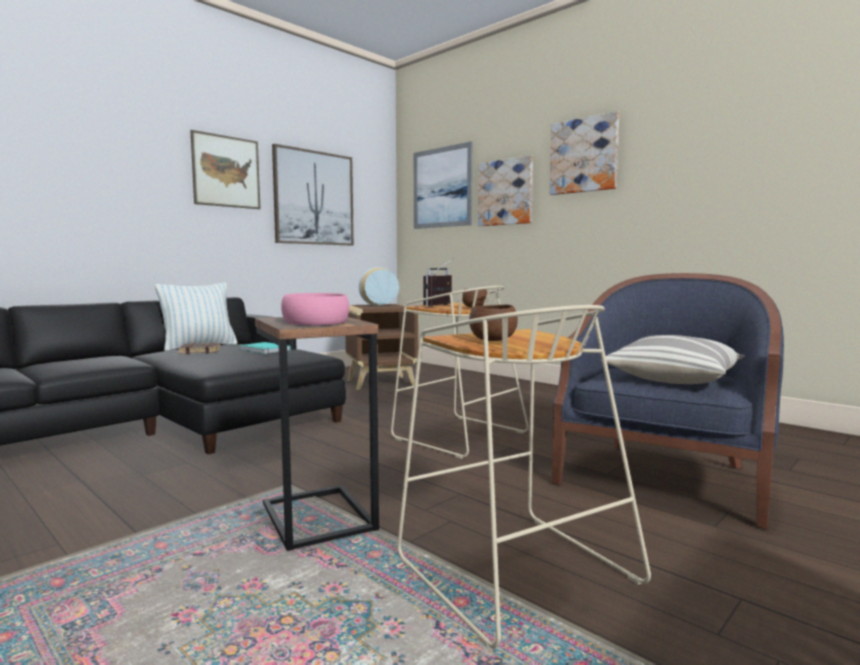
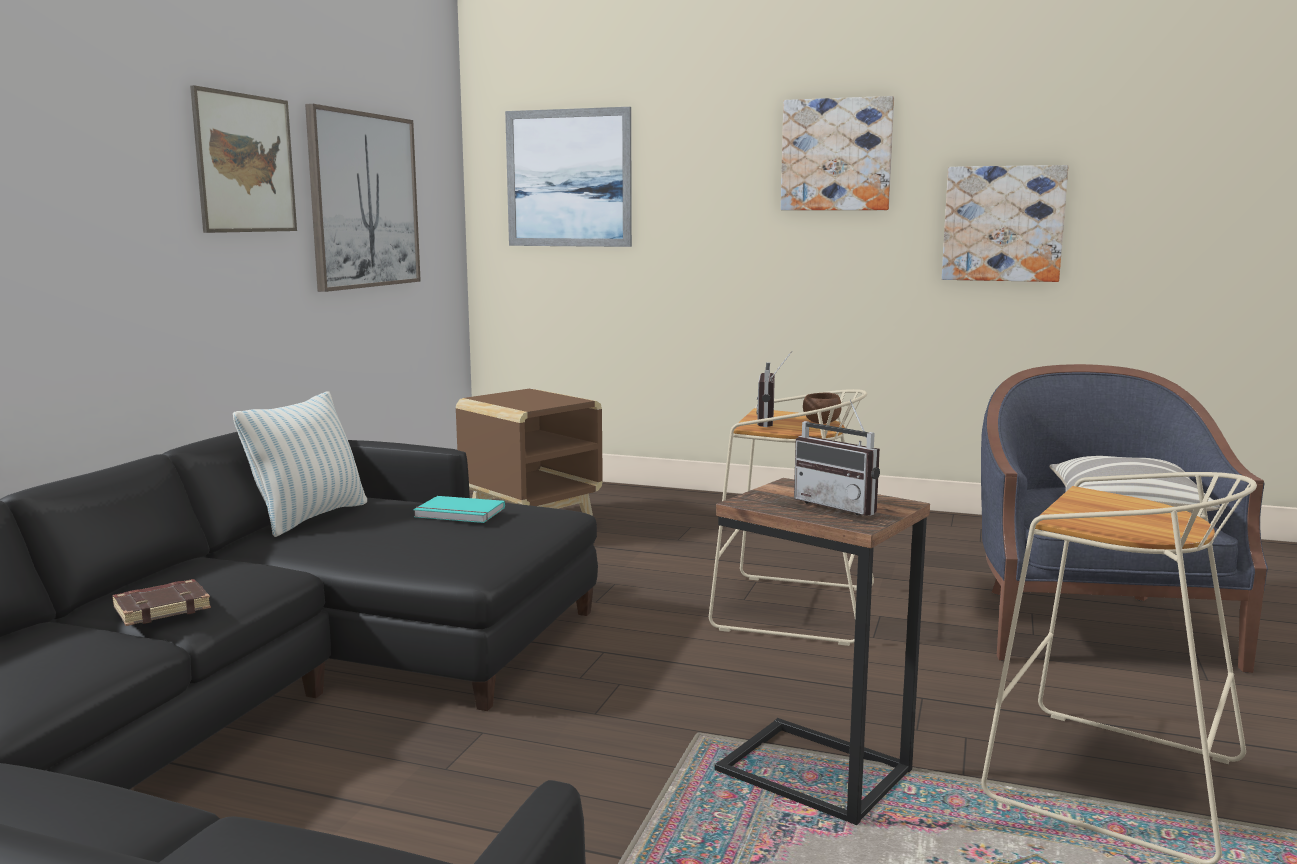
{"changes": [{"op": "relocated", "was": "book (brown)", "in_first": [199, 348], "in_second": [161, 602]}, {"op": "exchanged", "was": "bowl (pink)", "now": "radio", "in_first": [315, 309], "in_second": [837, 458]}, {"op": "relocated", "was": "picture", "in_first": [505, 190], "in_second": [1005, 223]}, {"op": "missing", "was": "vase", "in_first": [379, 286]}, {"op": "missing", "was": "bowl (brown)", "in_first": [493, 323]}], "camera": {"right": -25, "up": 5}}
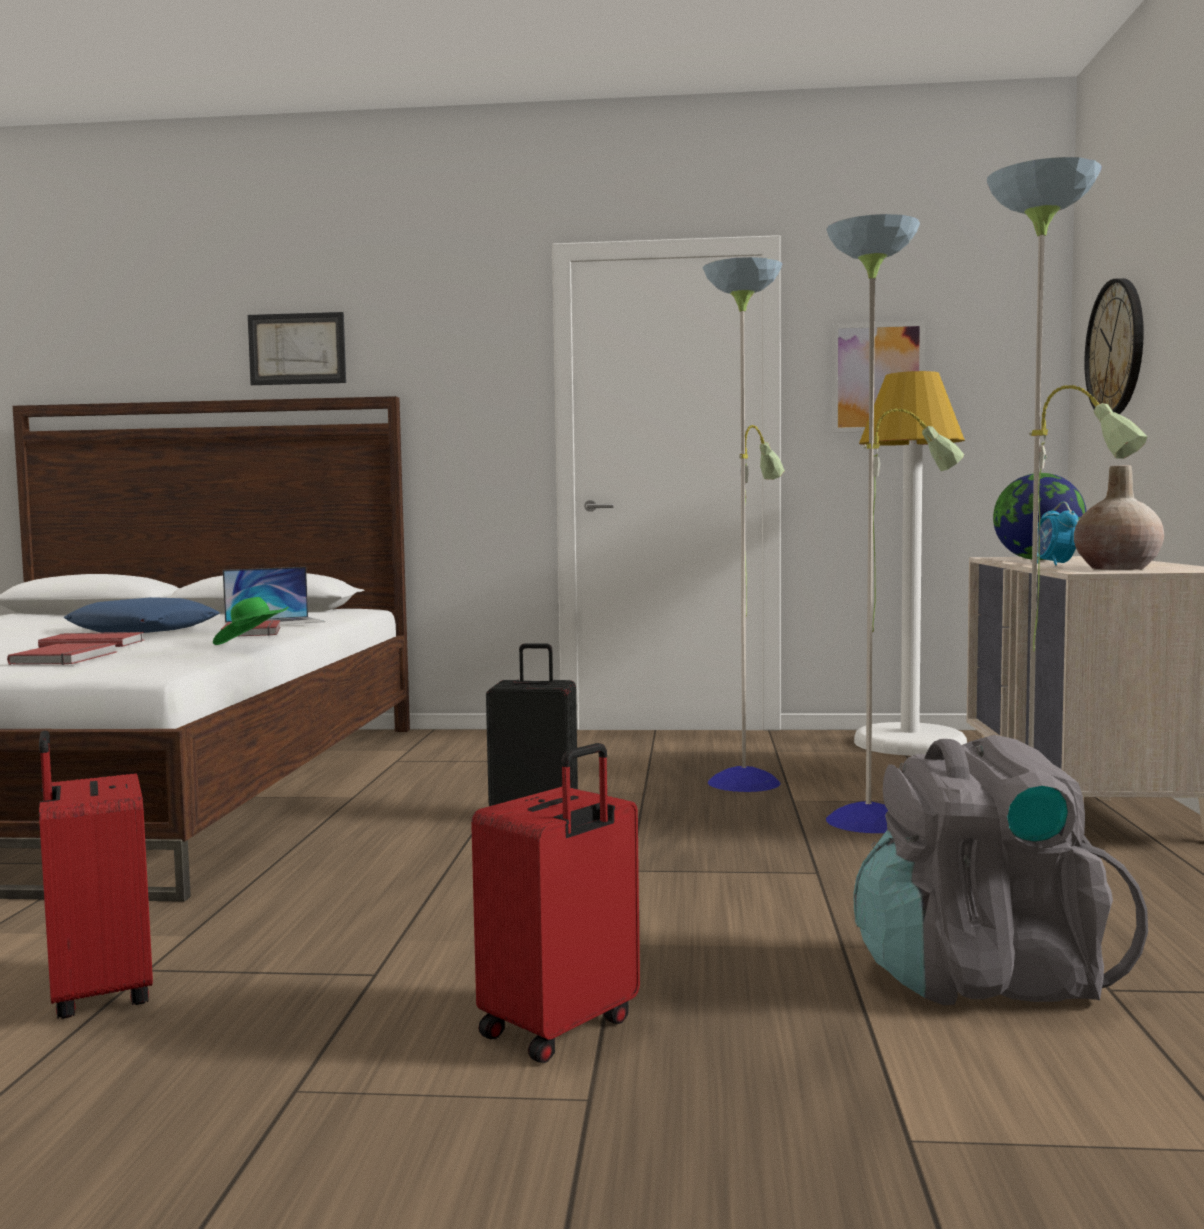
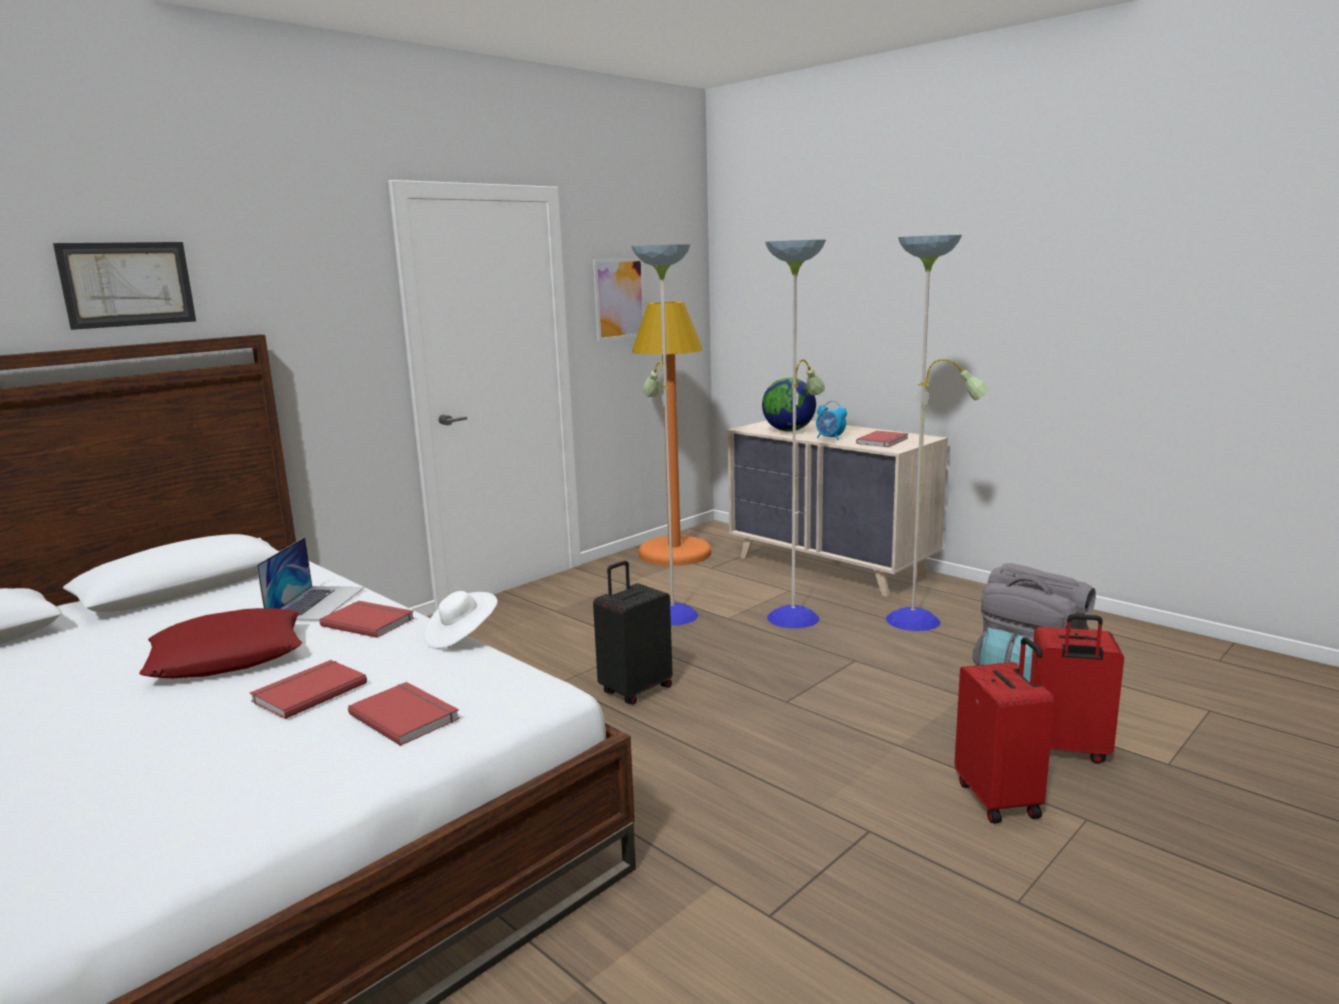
{"changes": [{"op": "colour", "was": "pillow (blue)", "now": "pillow (red)", "in_first": [142, 615], "in_second": [221, 643]}, {"op": "colour", "was": "hat (green)", "now": "hat (white)", "in_first": [251, 621], "in_second": [460, 620]}, {"op": "colour", "was": "floor lamp (white)", "now": "floor lamp (orange)", "in_first": [910, 563], "in_second": [671, 434]}, {"op": "exchanged", "was": "vase (beige)", "now": "book (red)", "in_first": [1119, 517], "in_second": [882, 439]}, {"op": "relocated", "was": "suitcase (red)", "in_first": [96, 875], "in_second": [1077, 689]}, {"op": "missing", "was": "wall clock", "in_first": [1114, 346]}], "camera": {"right": -50, "up": 10}}
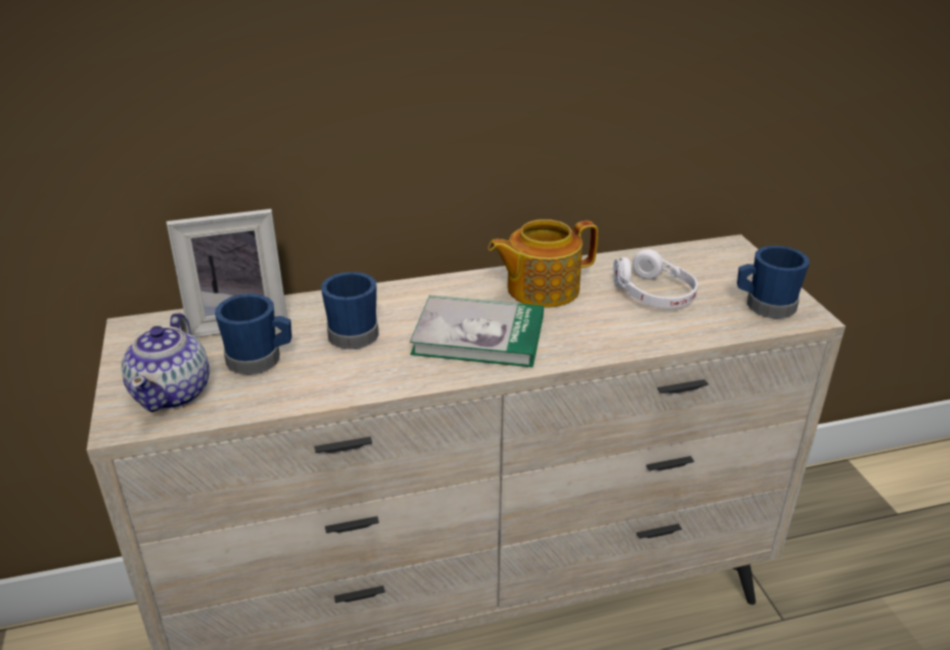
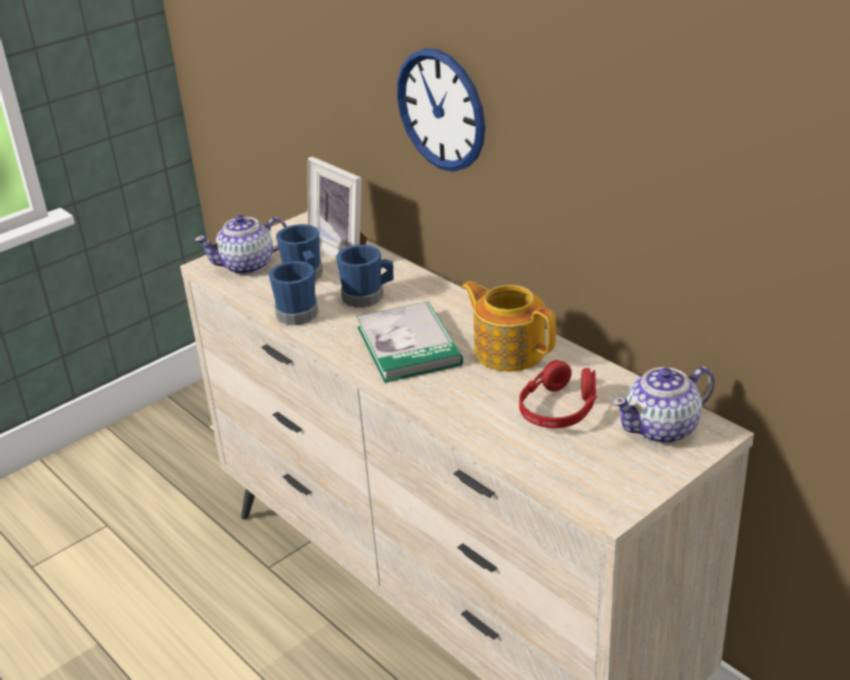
{"changes": [{"op": "relocated", "was": "mug (blue)", "in_first": [773, 282], "in_second": [294, 293]}, {"op": "appeared", "now": "wall clock", "in_second": [441, 110]}, {"op": "colour", "was": "headphones (white)", "now": "headphones (red)", "in_first": [655, 278], "in_second": [558, 394]}, {"op": "appeared", "now": "teapot", "in_second": [663, 405]}], "camera": {"right": 65, "up": 0}}
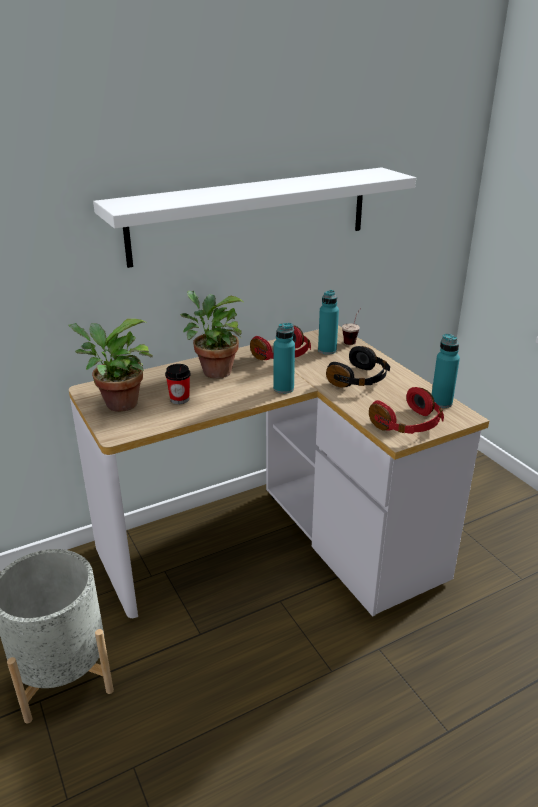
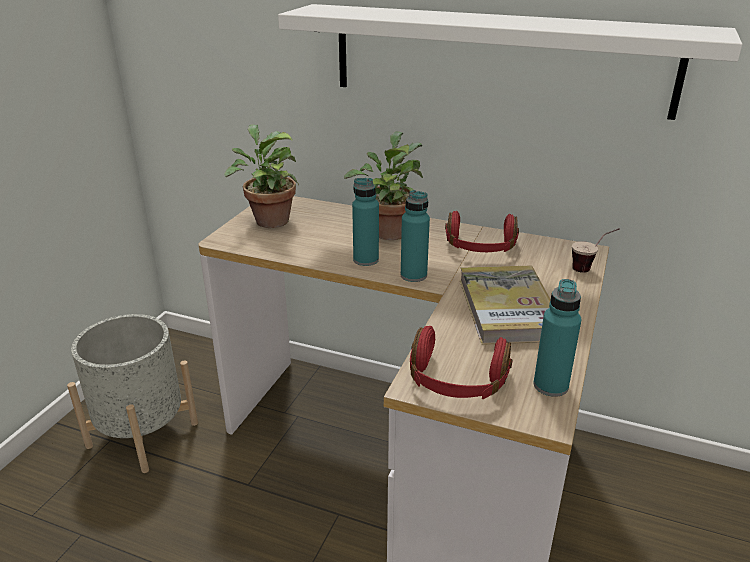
{"changes": [{"op": "relocated", "was": "bottle (turquoise)", "in_first": [328, 322], "in_second": [365, 222]}, {"op": "exchanged", "was": "headphones (black)", "now": "book", "in_first": [358, 367], "in_second": [505, 305]}, {"op": "missing", "was": "cup", "in_first": [178, 384]}], "camera": {"right": 50, "up": 0}}
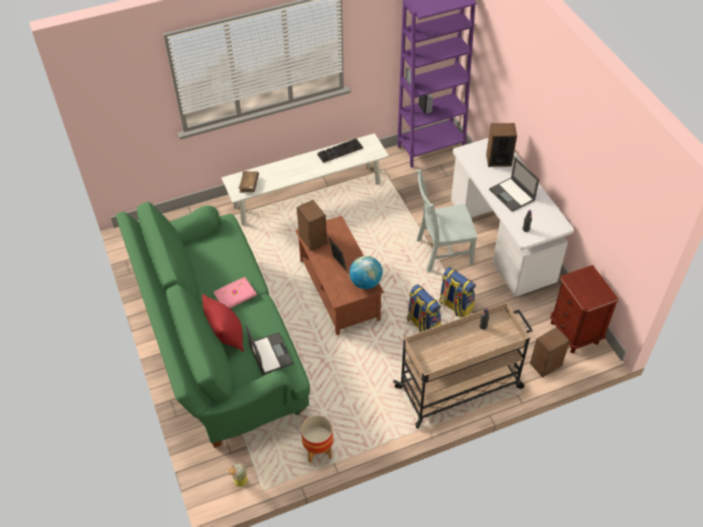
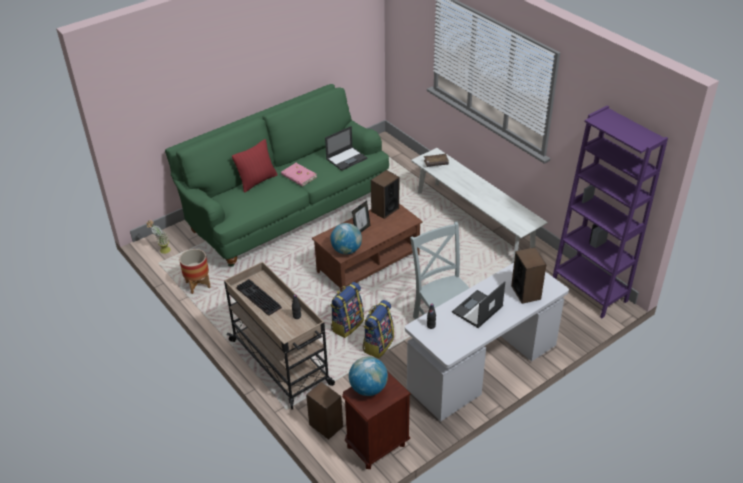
{"changes": [{"op": "relocated", "was": "keyboard", "in_first": [340, 151], "in_second": [259, 297]}, {"op": "relocated", "was": "laptop", "in_first": [270, 350], "in_second": [346, 148]}, {"op": "appeared", "now": "globe", "in_second": [368, 376]}], "camera": {"right": 75, "up": -10}}
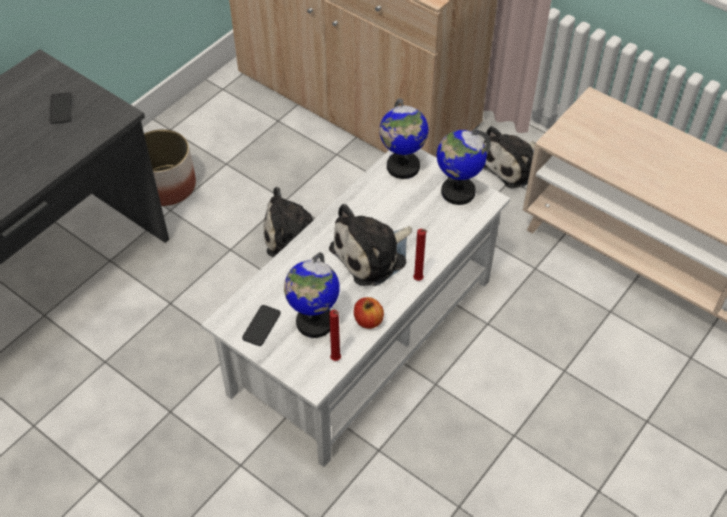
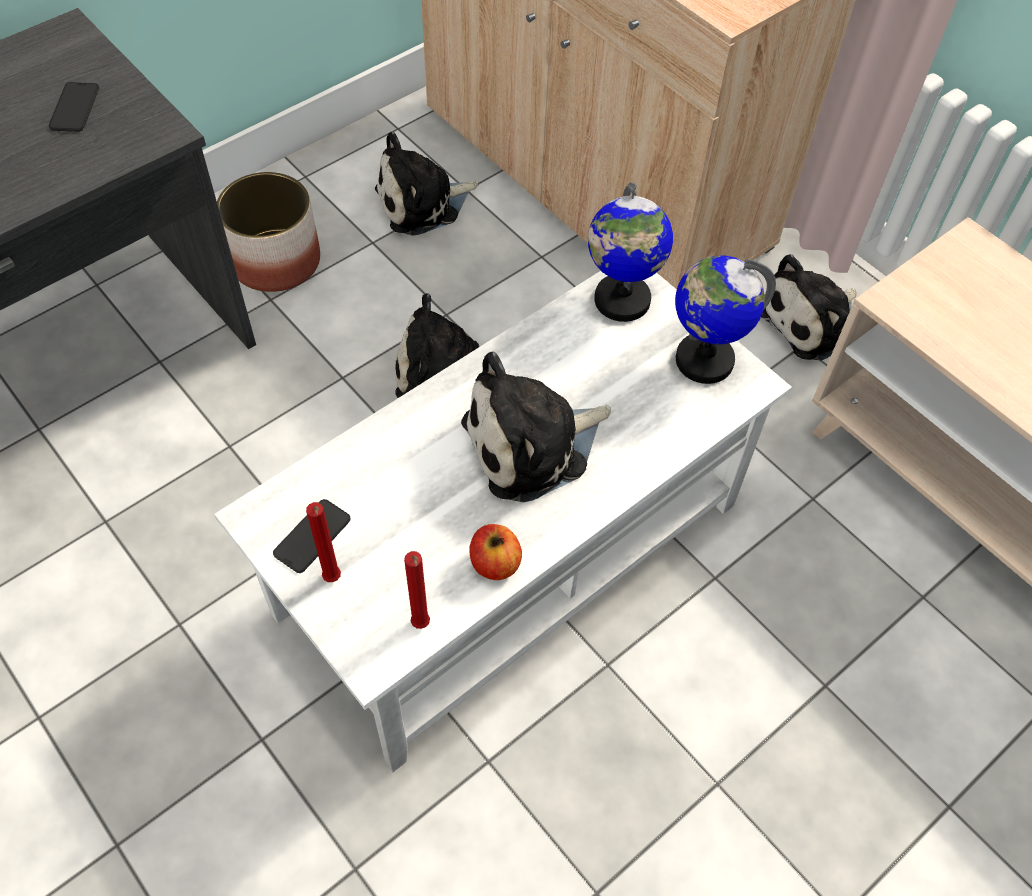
{"changes": [{"op": "relocated", "was": "candle (red)", "in_first": [420, 255], "in_second": [323, 542]}, {"op": "appeared", "now": "plush toy", "in_second": [426, 184]}, {"op": "missing", "was": "globe", "in_first": [311, 295]}], "camera": {"right": 10, "up": 5}}
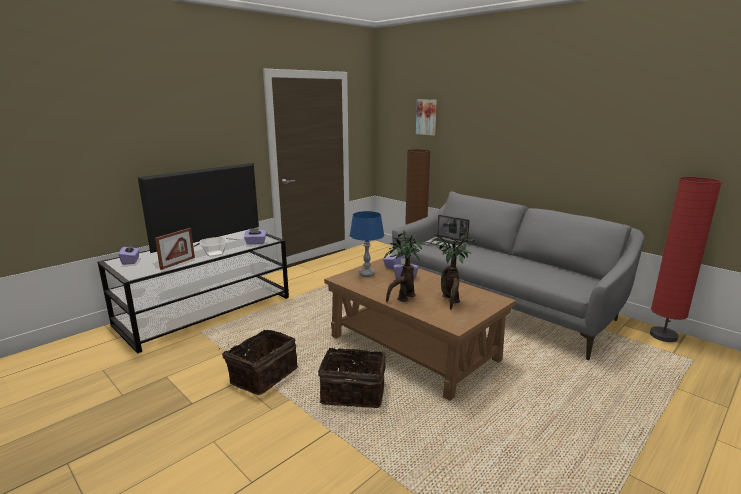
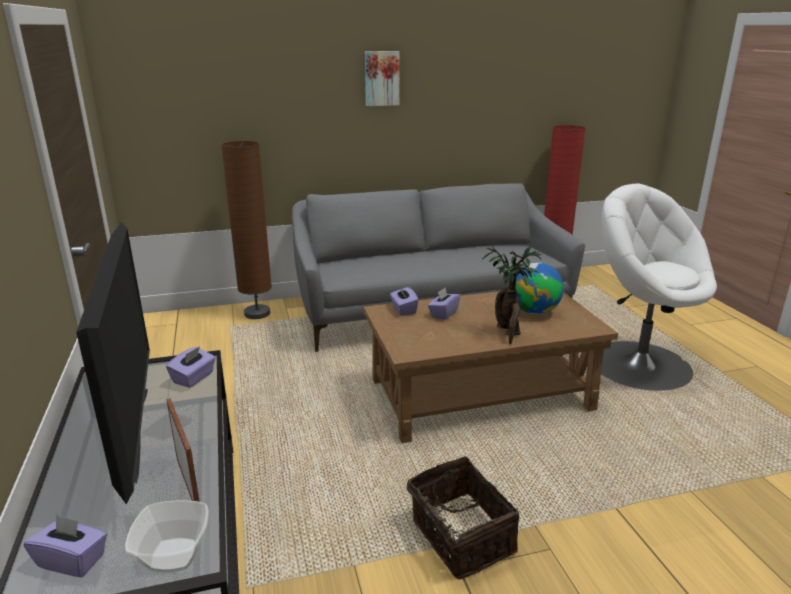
{"changes": [{"op": "relocated", "was": "bowl", "in_first": [213, 247], "in_second": [167, 536]}, {"op": "relocated", "was": "picture", "in_first": [426, 118], "in_second": [382, 78]}, {"op": "exchanged", "was": "potted plant", "now": "globe", "in_first": [453, 271], "in_second": [539, 288]}, {"op": "appeared", "now": "armchair (white)", "in_second": [659, 287]}, {"op": "missing", "was": "basket", "in_first": [352, 375]}, {"op": "missing", "was": "table lamp (blue)", "in_first": [367, 244]}, {"op": "missing", "was": "laptop", "in_first": [448, 232]}], "camera": {"right": -60, "up": 5}}
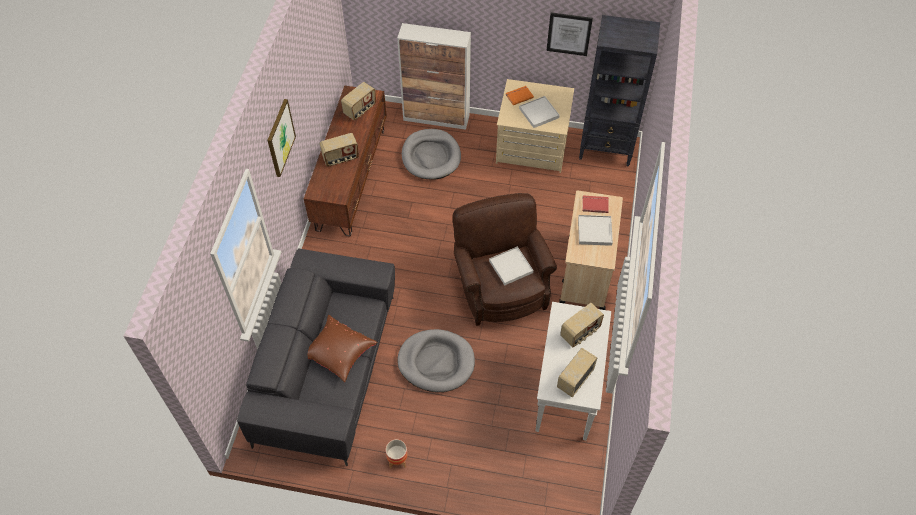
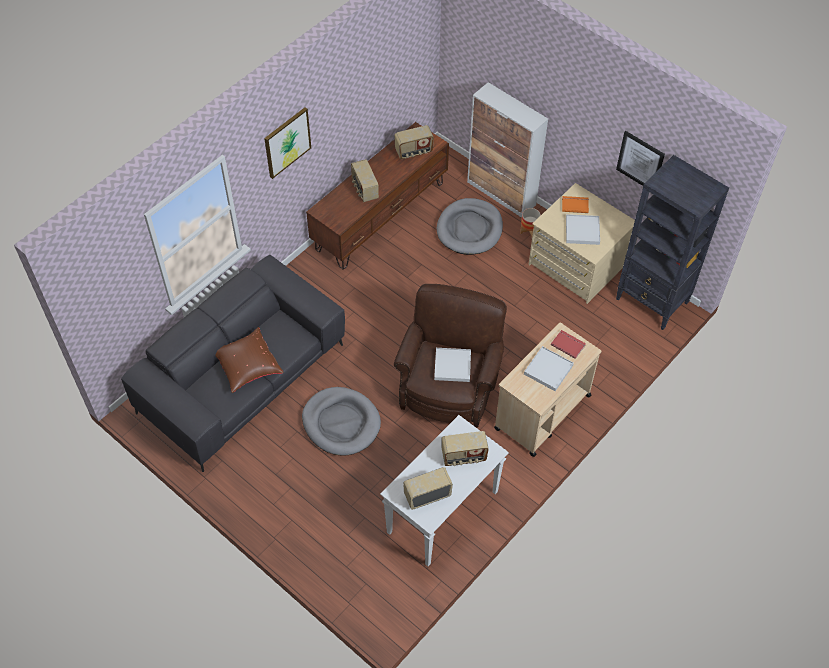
{"changes": [{"op": "spun", "was": "radio", "in_first": [339, 150], "in_second": [365, 180], "clockwise": 60}, {"op": "relocated", "was": "planter", "in_first": [396, 453], "in_second": [530, 223]}], "camera": {"right": 30, "up": 0}}
